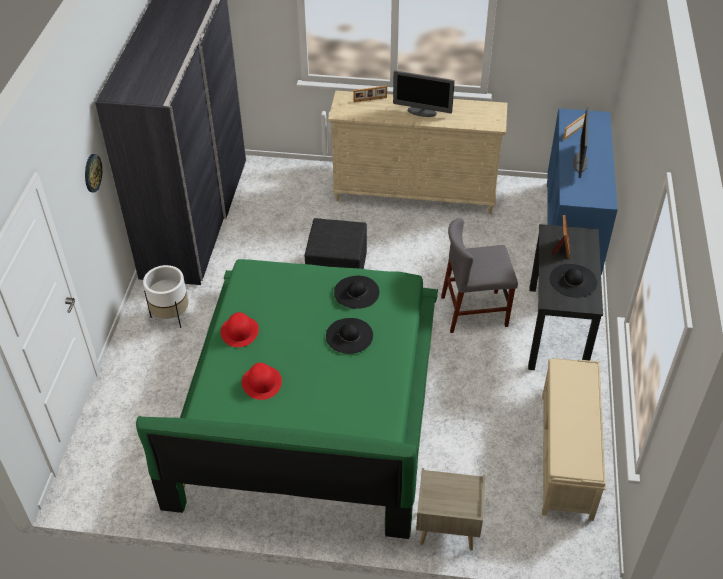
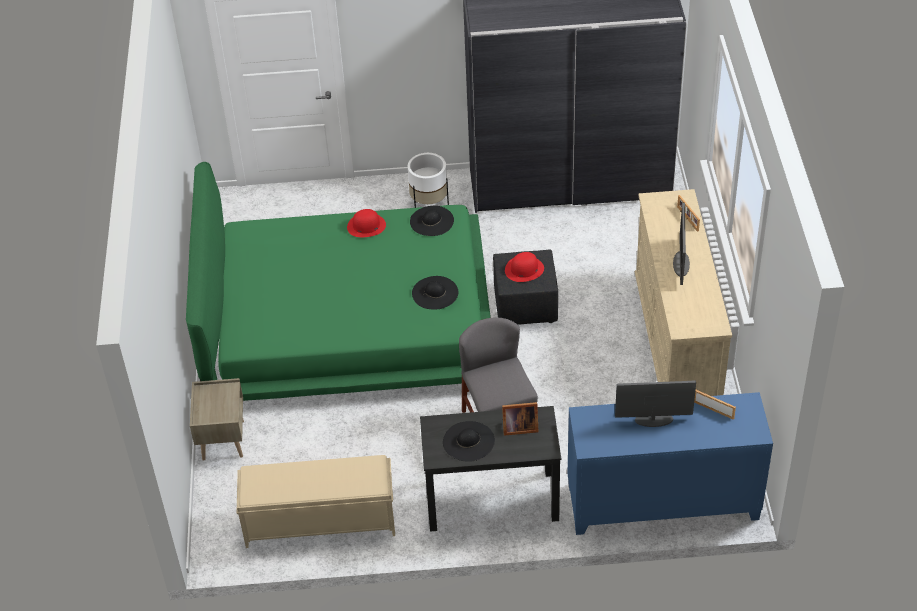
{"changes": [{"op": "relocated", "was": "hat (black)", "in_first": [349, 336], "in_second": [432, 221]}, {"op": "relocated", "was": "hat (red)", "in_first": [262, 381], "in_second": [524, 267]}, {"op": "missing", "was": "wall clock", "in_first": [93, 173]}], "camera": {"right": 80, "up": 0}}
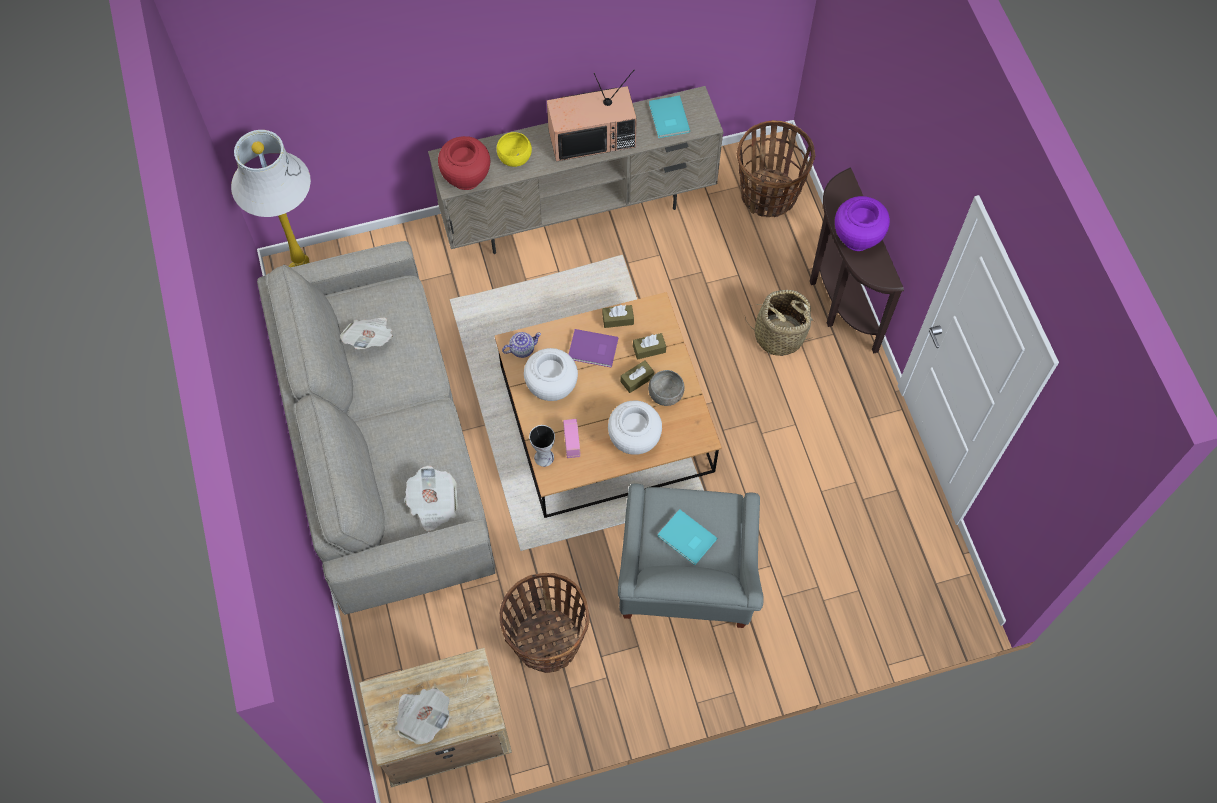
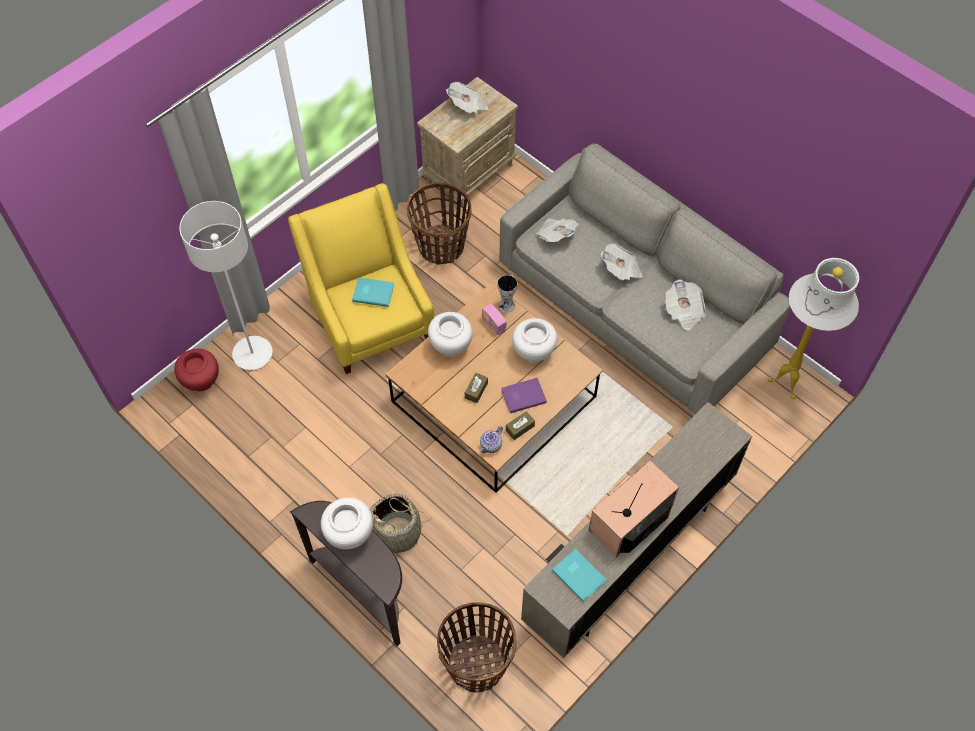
{"changes": [{"op": "relocated", "was": "vase (red)", "in_first": [464, 163], "in_second": [196, 370]}, {"op": "appeared", "now": "floor lamp (grey)", "in_second": [225, 285]}, {"op": "colour", "was": "armchair (grey)", "now": "armchair (yellow)", "in_first": [691, 556], "in_second": [361, 278]}, {"op": "colour", "was": "vase (purple)", "now": "vase (white)", "in_first": [862, 223], "in_second": [347, 523]}, {"op": "relocated", "was": "teapot", "in_first": [521, 345], "in_second": [491, 439]}, {"op": "appeared", "now": "newspaper", "in_second": [621, 262]}, {"op": "missing", "was": "bowl (yellow)", "in_first": [514, 149]}, {"op": "missing", "was": "tissue box (brown)", "in_first": [649, 346]}, {"op": "missing", "was": "bowl (grey)", "in_first": [666, 388]}], "camera": {"right": 150, "up": -5}}
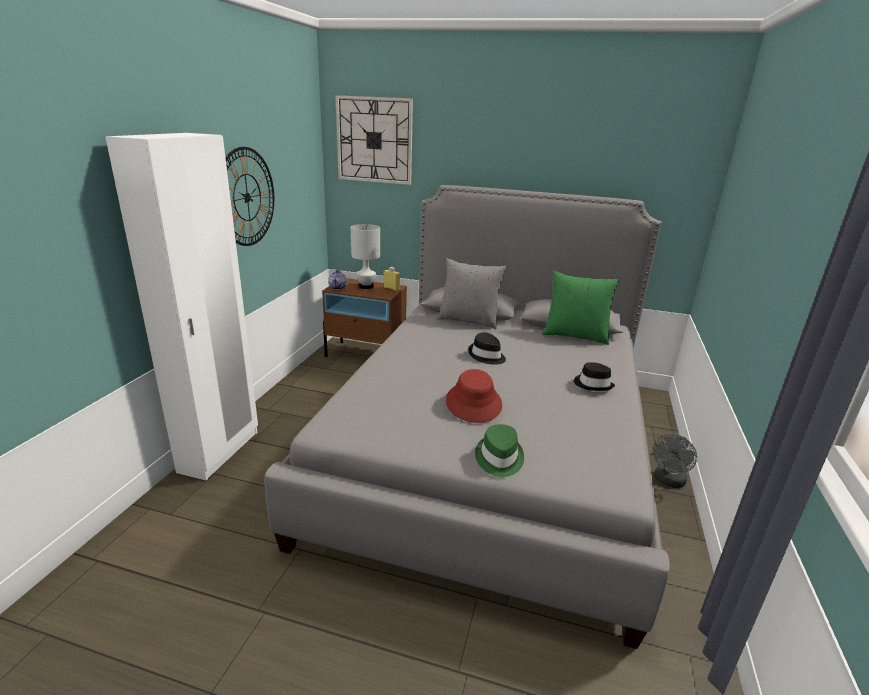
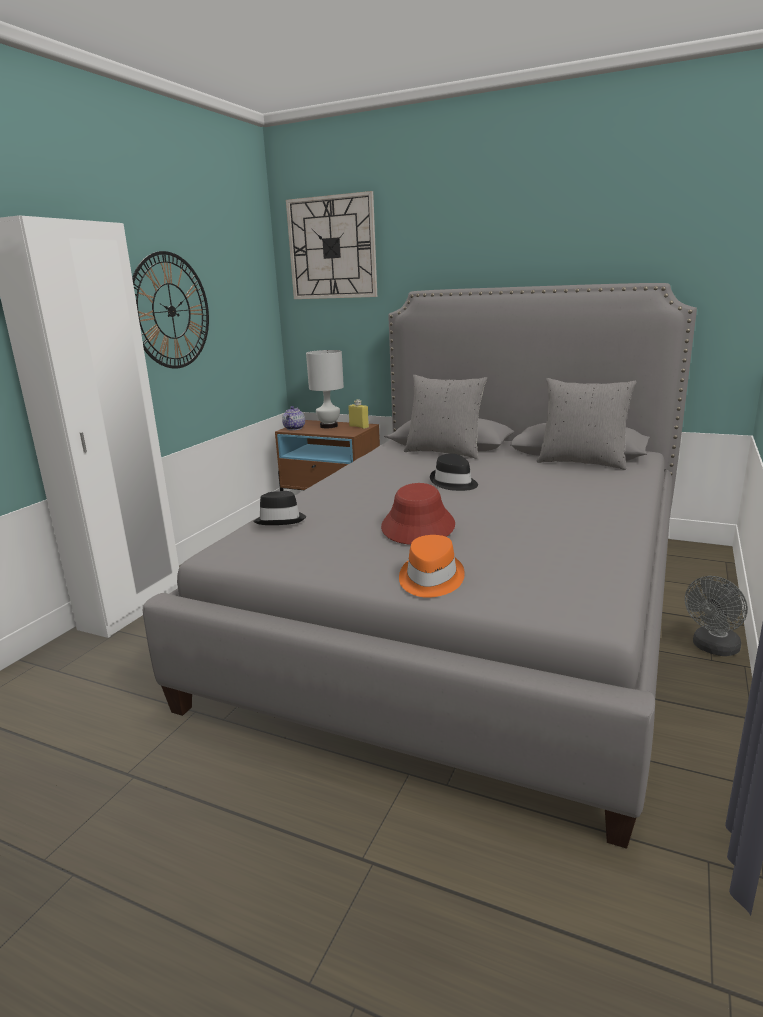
{"changes": [{"op": "relocated", "was": "hat (black)", "in_first": [594, 376], "in_second": [279, 508]}, {"op": "colour", "was": "hat (green)", "now": "hat (orange)", "in_first": [499, 450], "in_second": [432, 566]}, {"op": "colour", "was": "pillow (green)", "now": "pillow (grey)", "in_first": [581, 308], "in_second": [586, 424]}], "camera": {"right": 10, "up": -5}}
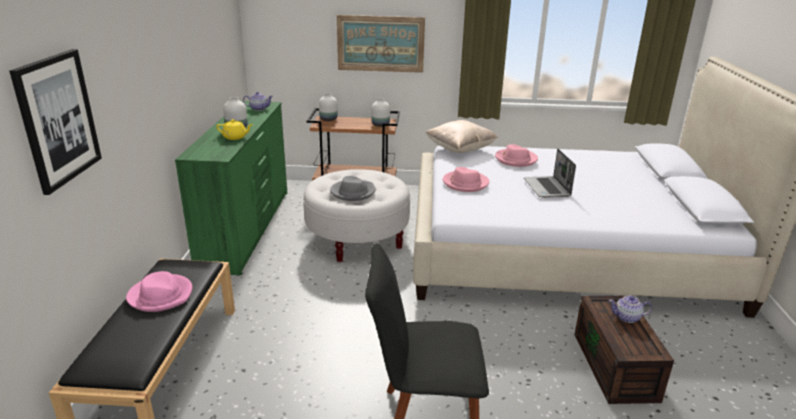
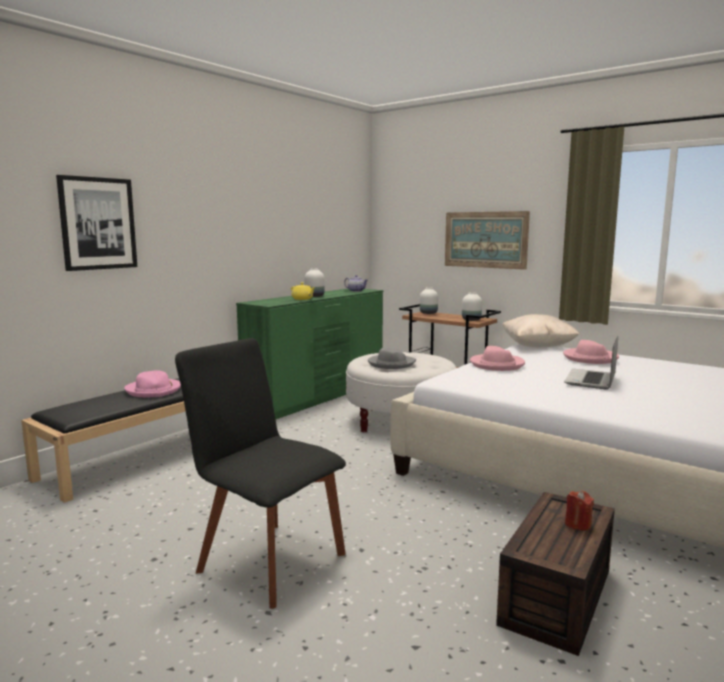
{"changes": [{"op": "exchanged", "was": "teapot", "now": "candle (red)", "in_first": [630, 309], "in_second": [579, 511]}], "camera": {"right": 35, "up": -15}}
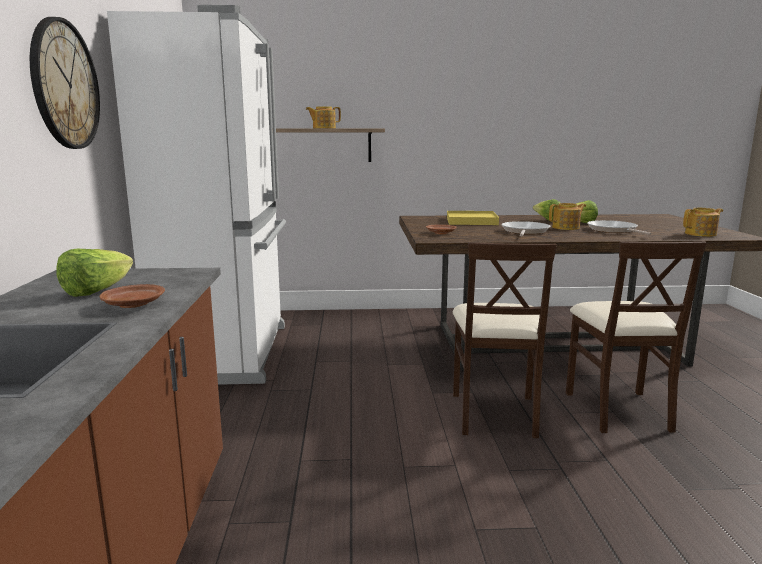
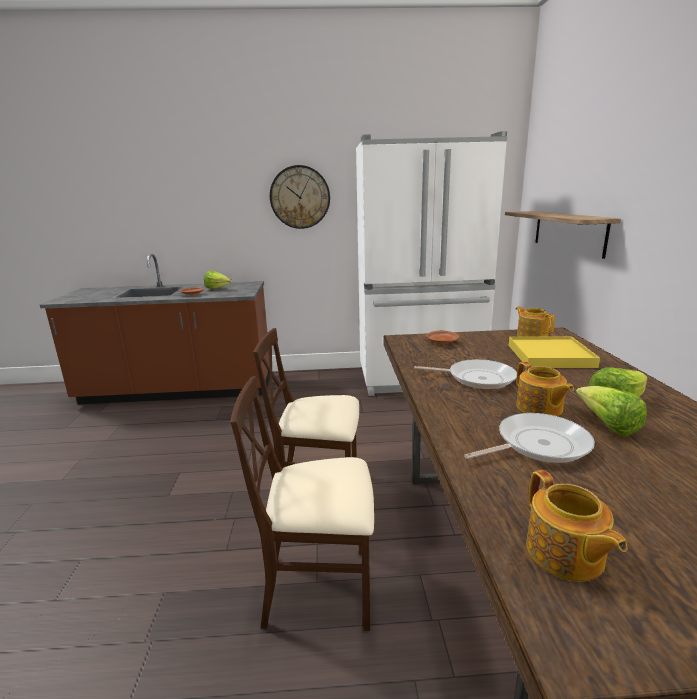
{"changes": [{"op": "relocated", "was": "teapot", "in_first": [323, 117], "in_second": [535, 322]}], "camera": {"right": 90, "up": 5}}
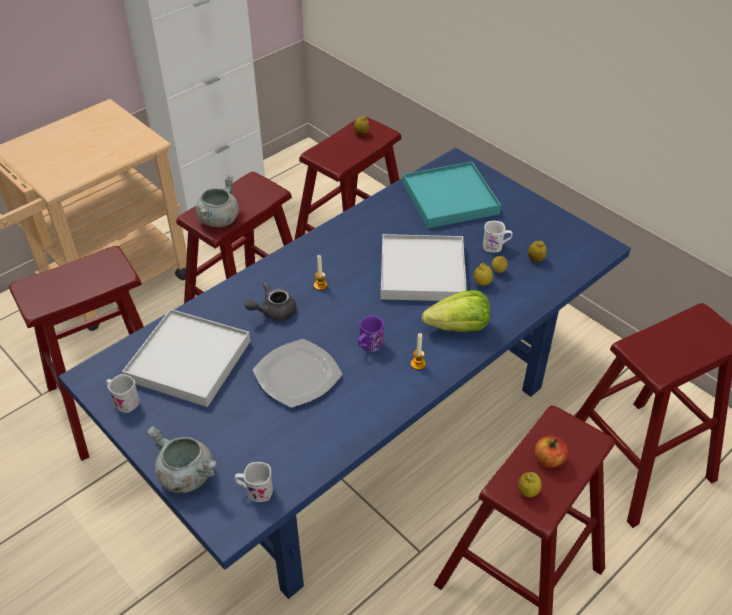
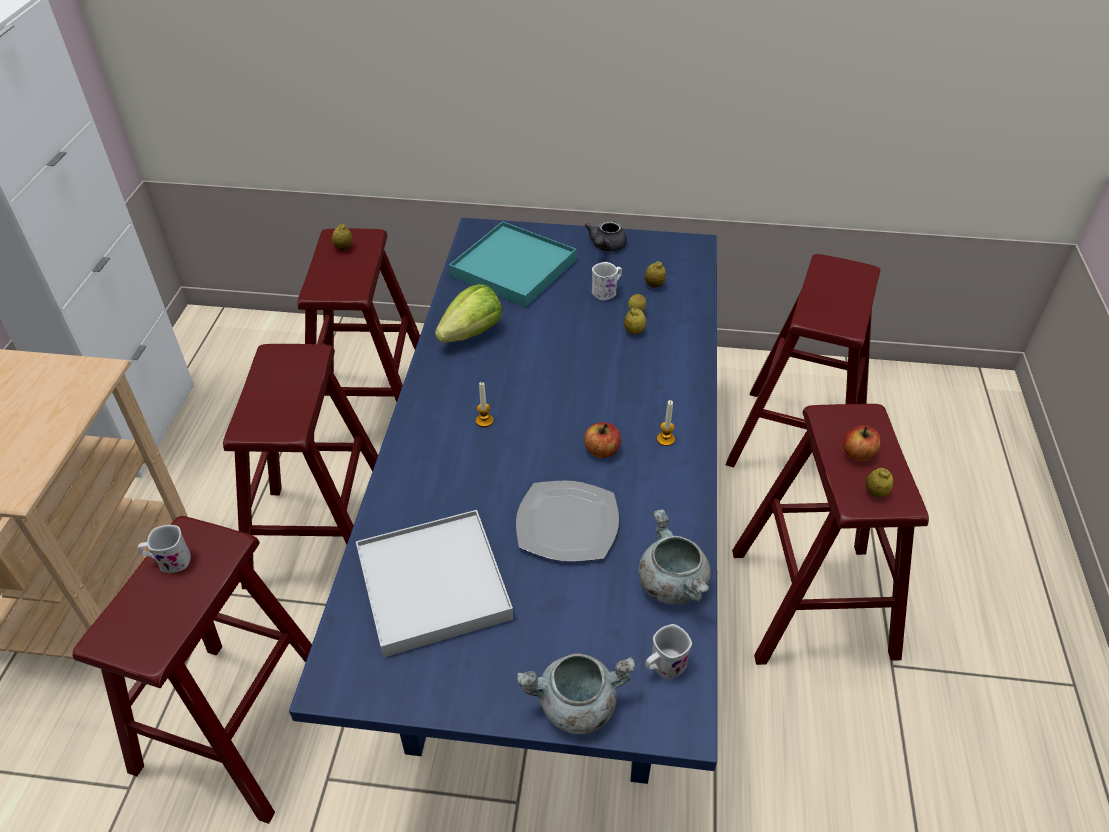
{"changes": [{"op": "relocated", "was": "mug (white)", "in_first": [123, 393], "in_second": [164, 549]}, {"op": "relocated", "was": "lettuce", "in_first": [456, 311], "in_second": [468, 313]}, {"op": "exchanged", "was": "mug (purple)", "now": "apple", "in_first": [371, 333], "in_second": [602, 440]}, {"op": "relocated", "was": "teapot (grey)", "in_first": [270, 302], "in_second": [606, 235]}, {"op": "relocated", "was": "cooking pot (grey)", "in_first": [217, 201], "in_second": [674, 556]}, {"op": "missing", "was": "tray (white)", "in_first": [423, 267]}], "camera": {"right": -40, "up": 0}}
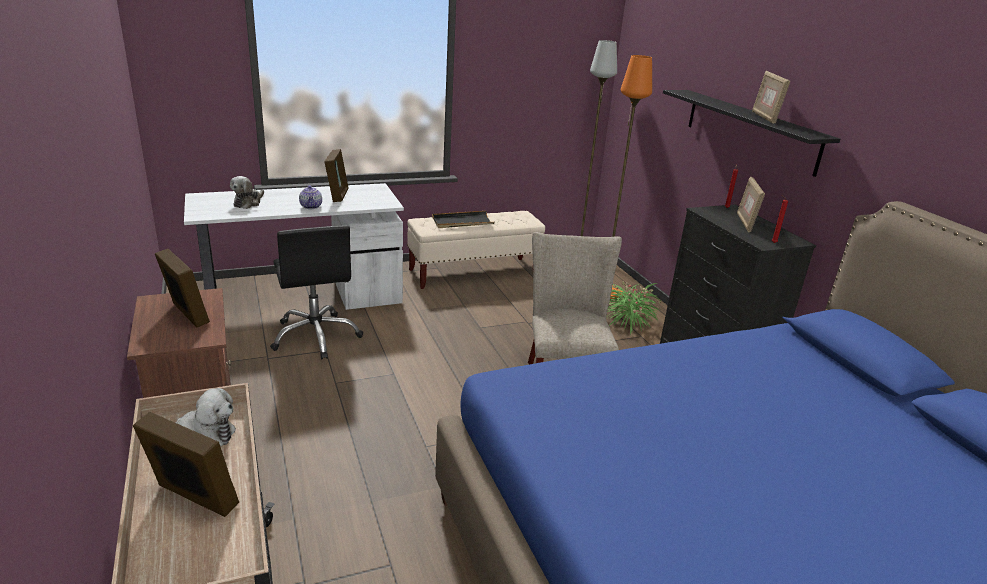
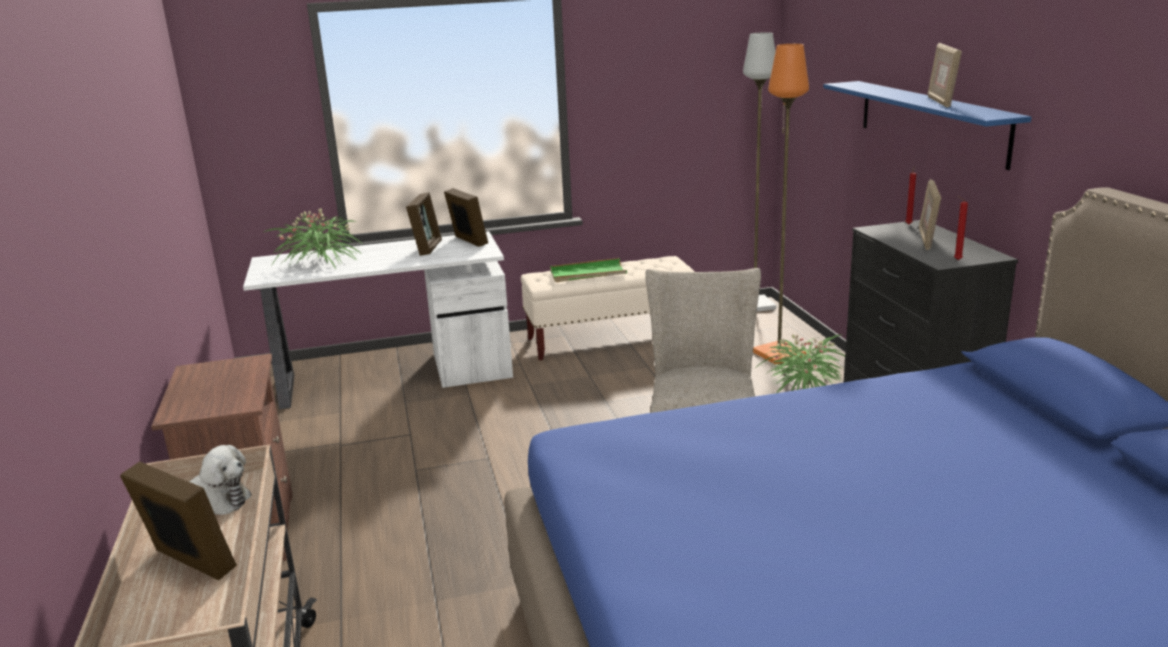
{"changes": [{"op": "exchanged", "was": "plush toy", "now": "potted plant", "in_first": [247, 192], "in_second": [312, 239]}, {"op": "relocated", "was": "picture frame", "in_first": [182, 287], "in_second": [466, 217]}, {"op": "colour", "was": "tray (black)", "now": "tray (green)", "in_first": [463, 219], "in_second": [588, 270]}, {"op": "colour", "was": "shelf (black)", "now": "shelf (blue)", "in_first": [751, 133], "in_second": [927, 125]}, {"op": "missing", "was": "office chair (black)", "in_first": [316, 292]}, {"op": "missing", "was": "teapot", "in_first": [310, 197]}], "camera": {"right": 10, "up": -5}}
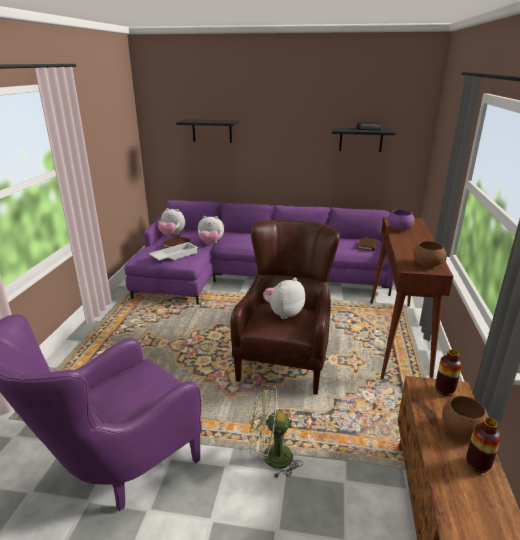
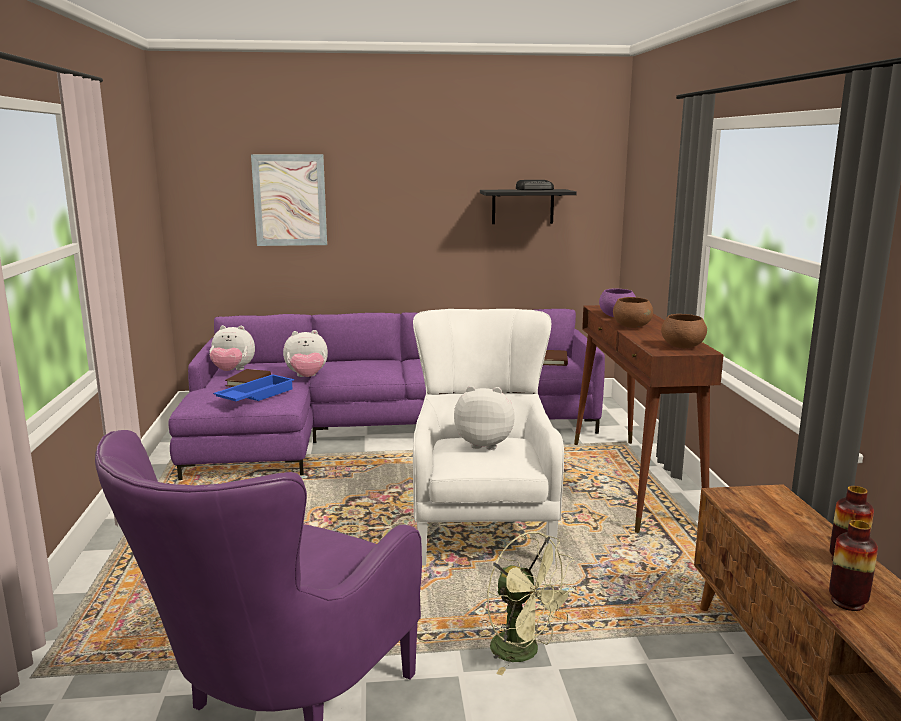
{"changes": [{"op": "colour", "was": "tray (white)", "now": "tray (blue)", "in_first": [173, 251], "in_second": [253, 387]}, {"op": "exchanged", "was": "shelf (black)", "now": "picture", "in_first": [207, 131], "in_second": [289, 200]}, {"op": "colour", "was": "armchair (brown)", "now": "armchair (white)", "in_first": [285, 307], "in_second": [488, 437]}, {"op": "spun", "was": "plush toy", "in_first": [284, 298], "in_second": [484, 418], "clockwise": 60}, {"op": "spun", "was": "fan (green)", "in_first": [276, 431], "in_second": [532, 603], "clockwise": -120}, {"op": "relocated", "was": "bowl (brown)", "in_first": [465, 417], "in_second": [633, 312]}, {"op": "relocated", "was": "vase", "in_first": [448, 372], "in_second": [853, 565]}], "camera": {"right": -15, "up": -10}}
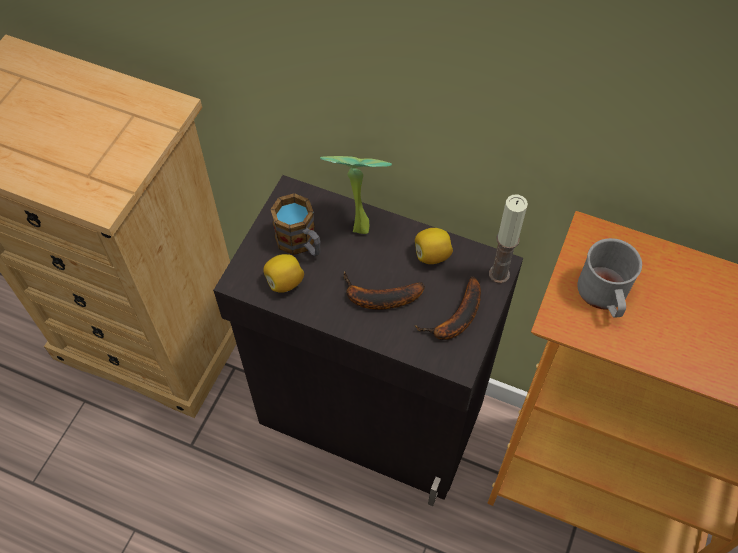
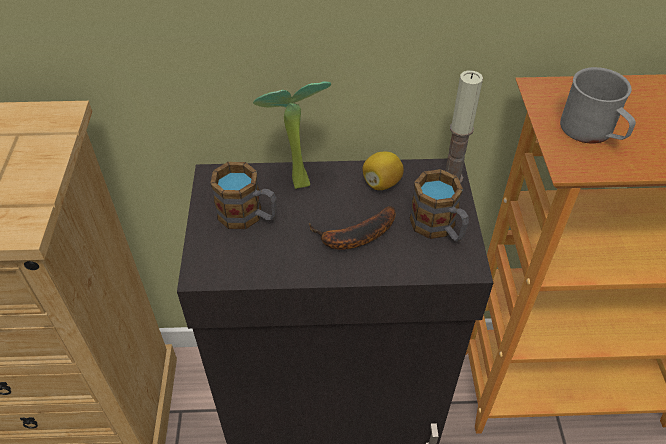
{"changes": [{"op": "exchanged", "was": "banana", "now": "mug", "in_first": [447, 308], "in_second": [439, 205]}, {"op": "missing", "was": "lemon", "in_first": [283, 273]}], "camera": {"right": -25, "up": -10}}
